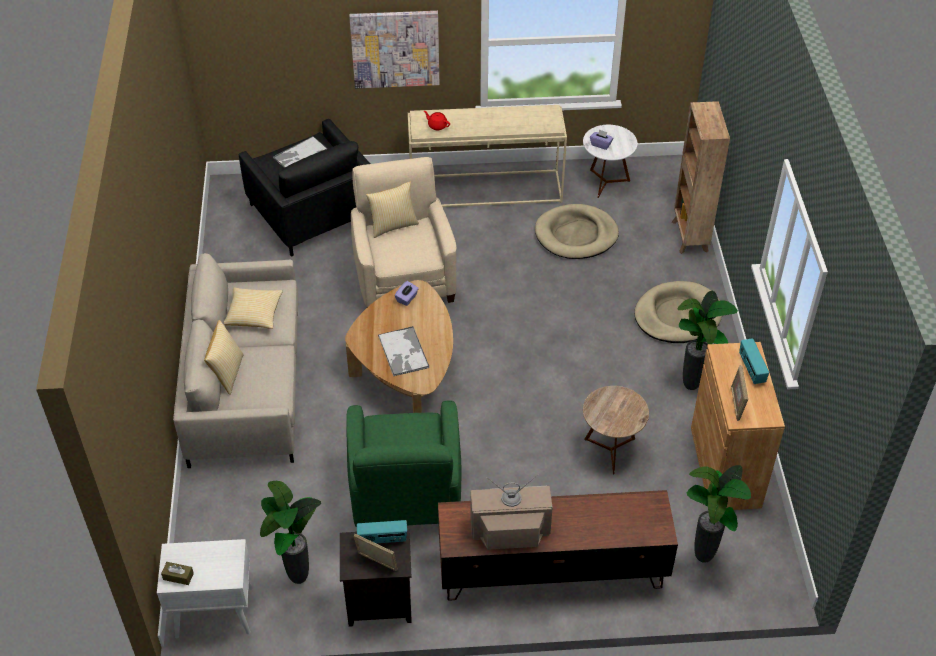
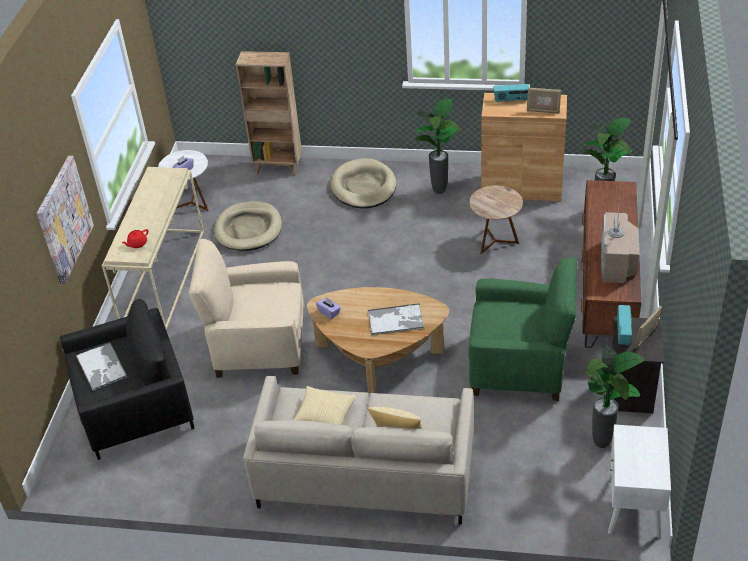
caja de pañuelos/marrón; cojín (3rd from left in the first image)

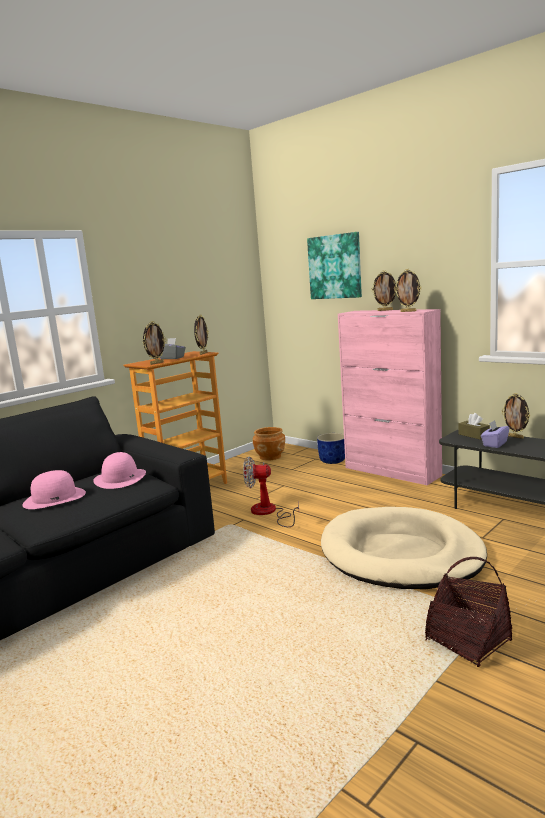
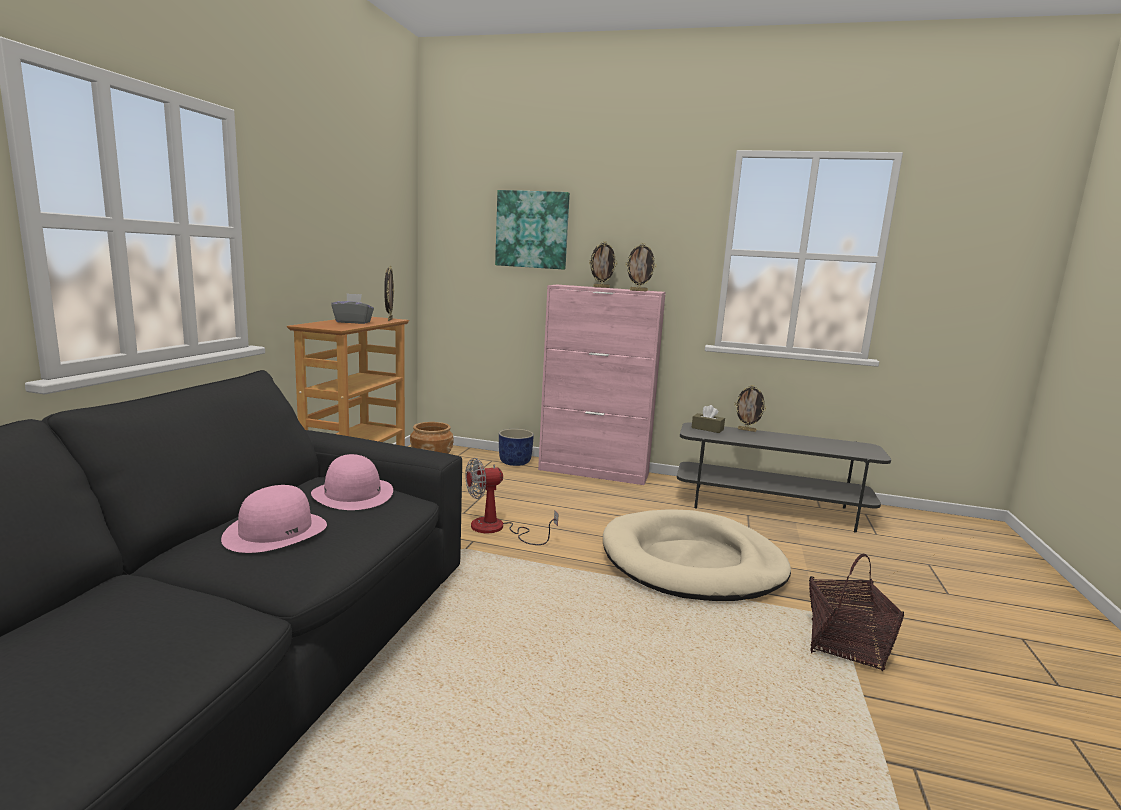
portarretratos (1st from left in the first image); caja de pañuelos/morado

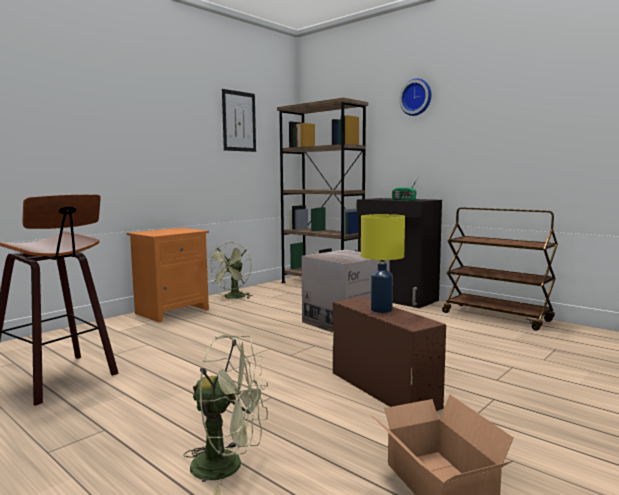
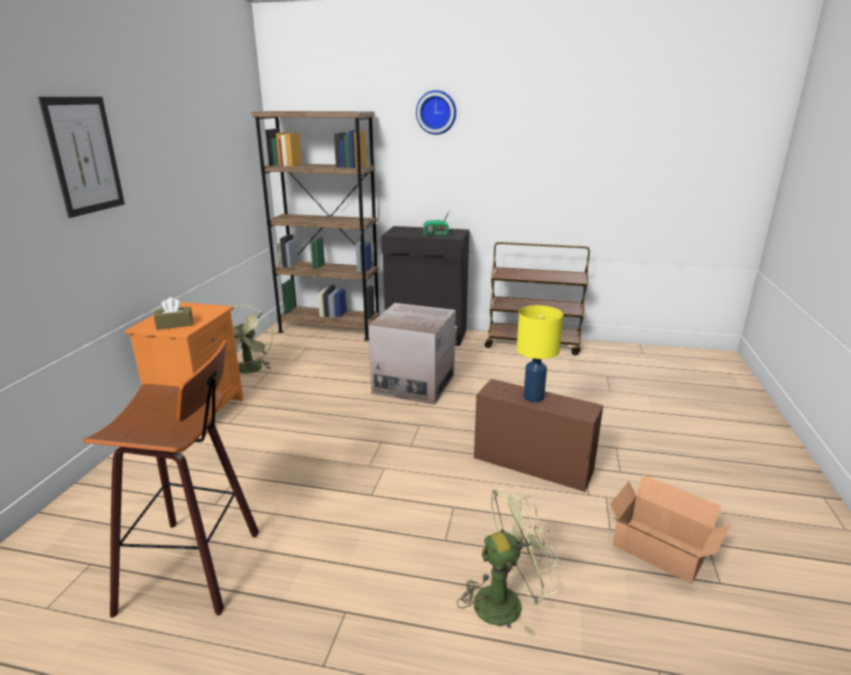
caja de pañuelos/marrón; cuadro

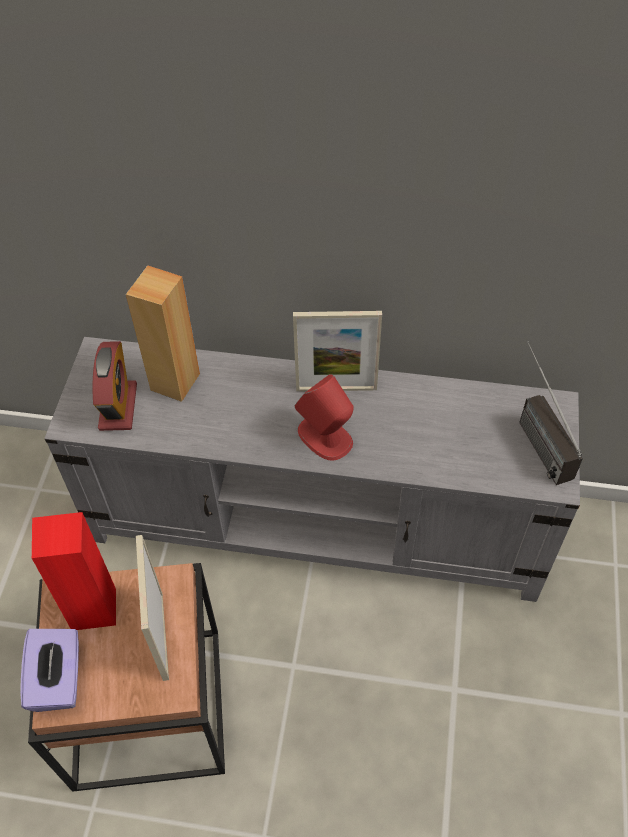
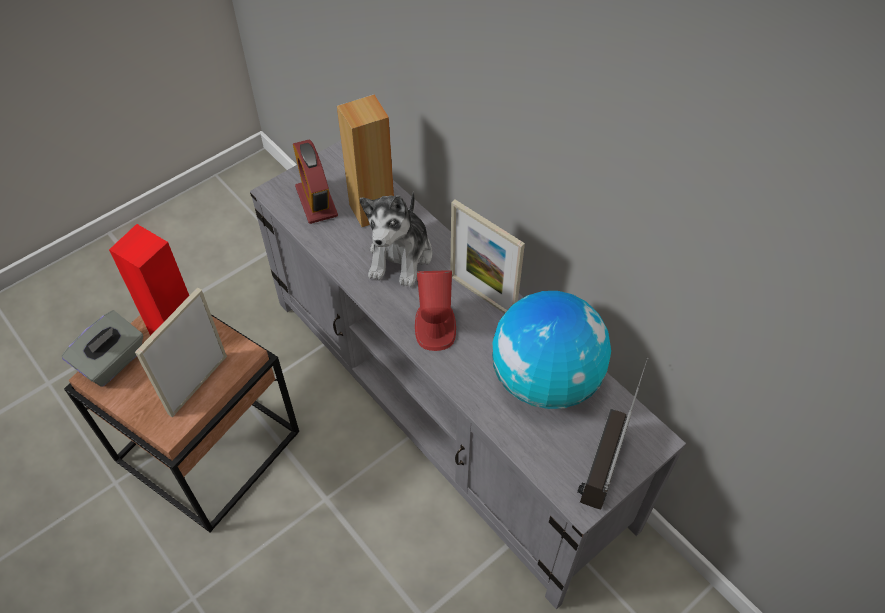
peluche; globo terráqueo; caja de pañuelos/gris; despertador

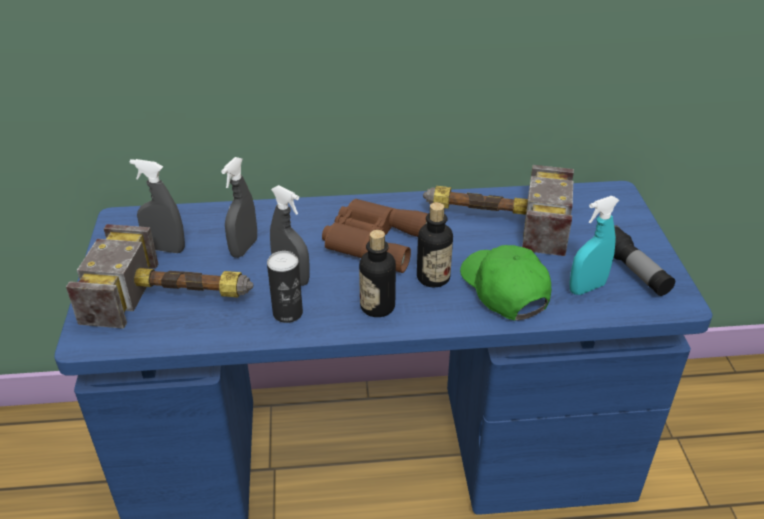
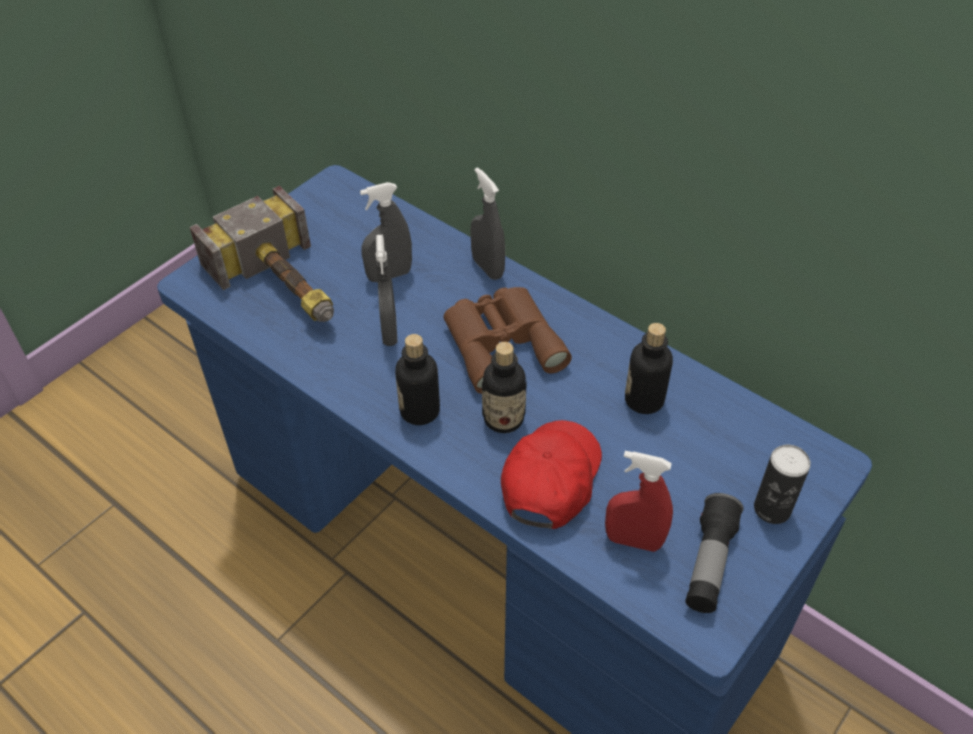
pulverizador/gris (3rd from left); lata; botella (3rd from left); gorra/rojo; pulverizador/rojo

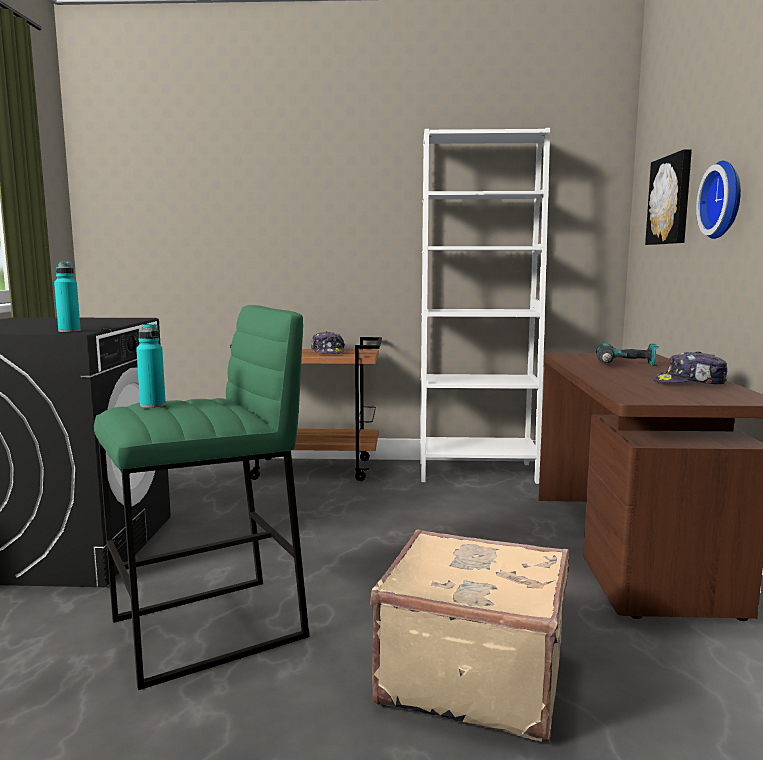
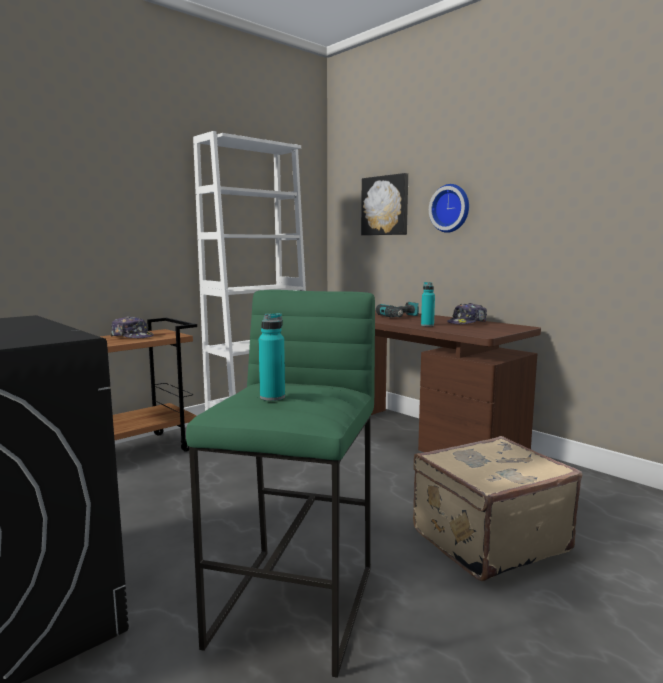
botella/turquesa (2nd from left)

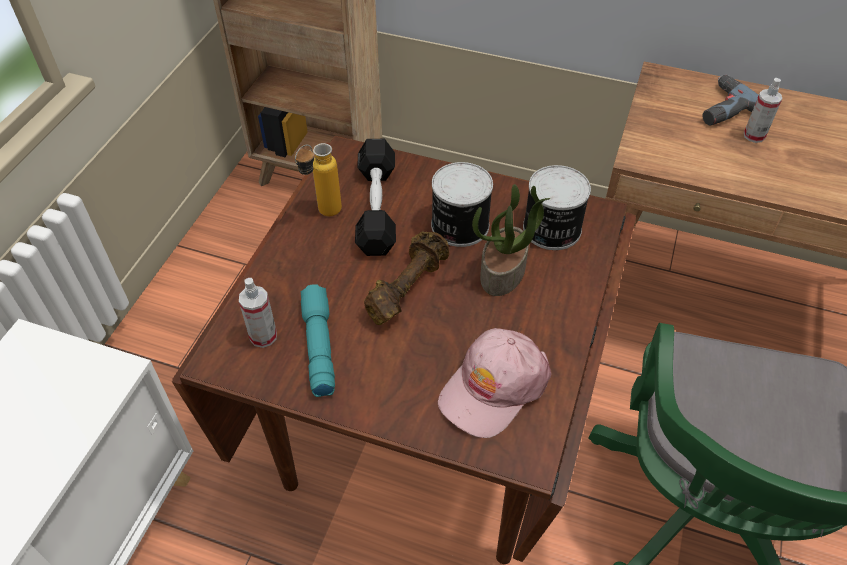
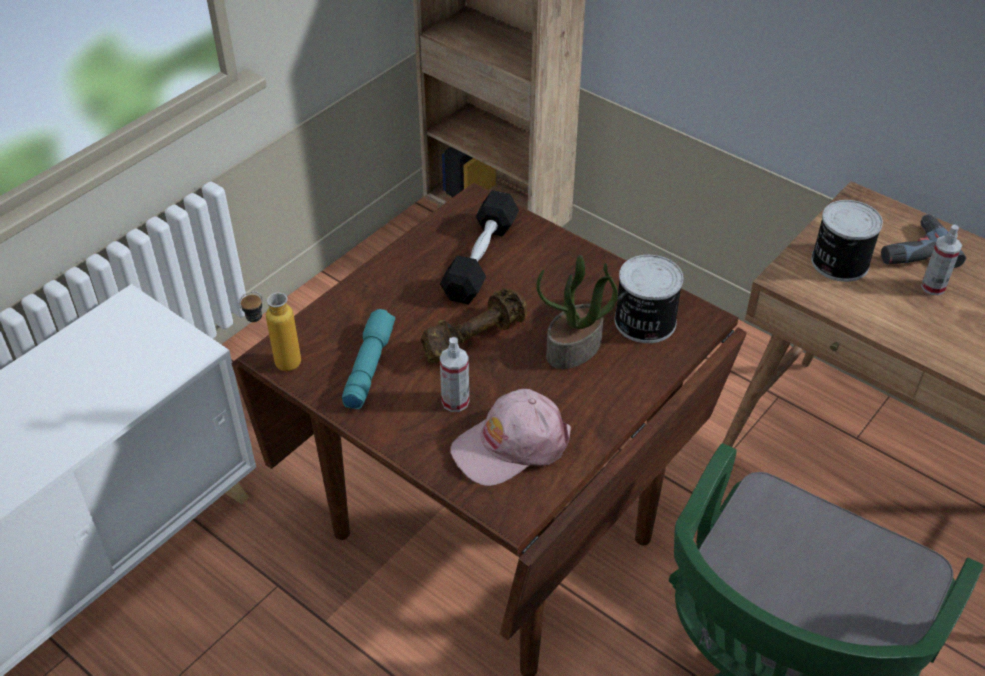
pulverizador (1st from left); botella; lata (2nd from left)

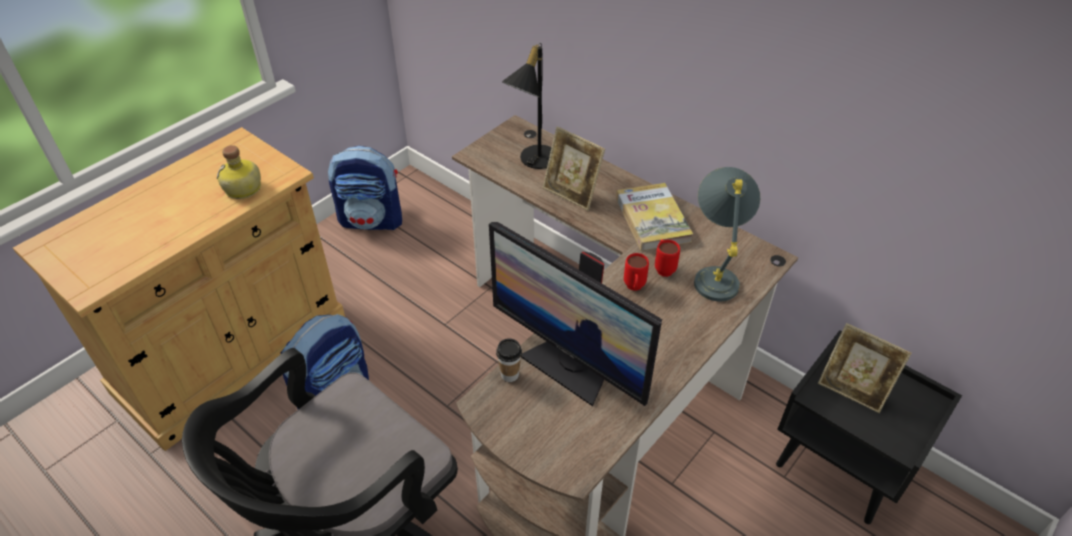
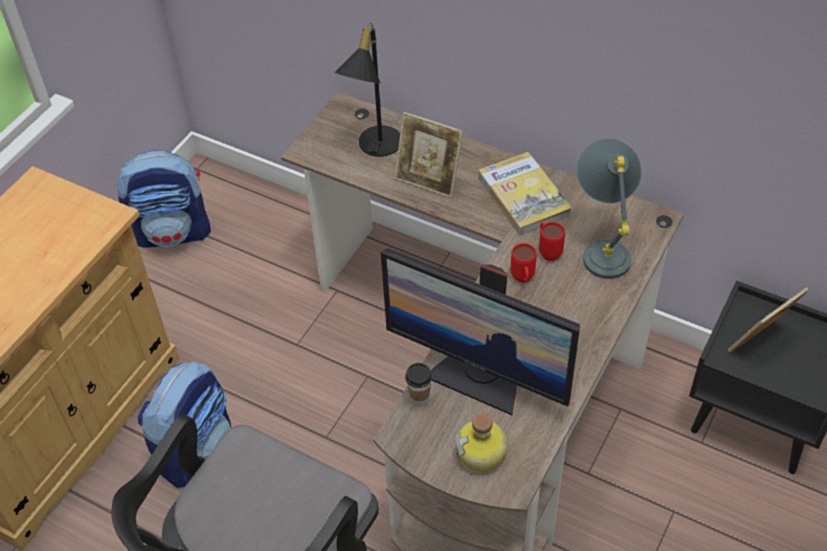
botella; portarretratos (2nd from left)

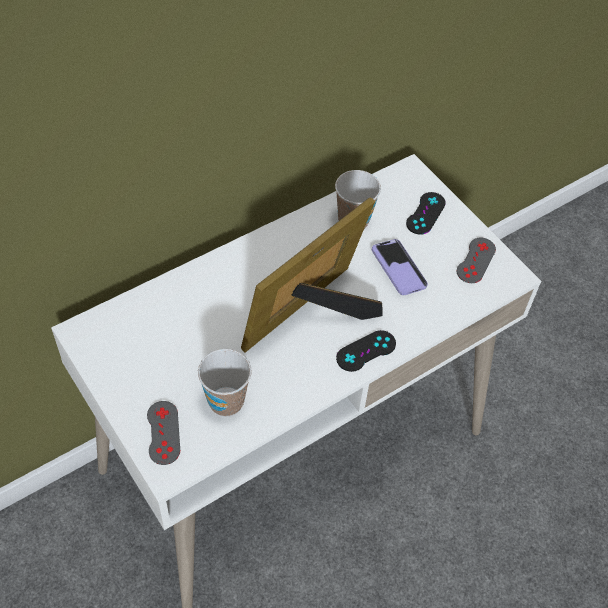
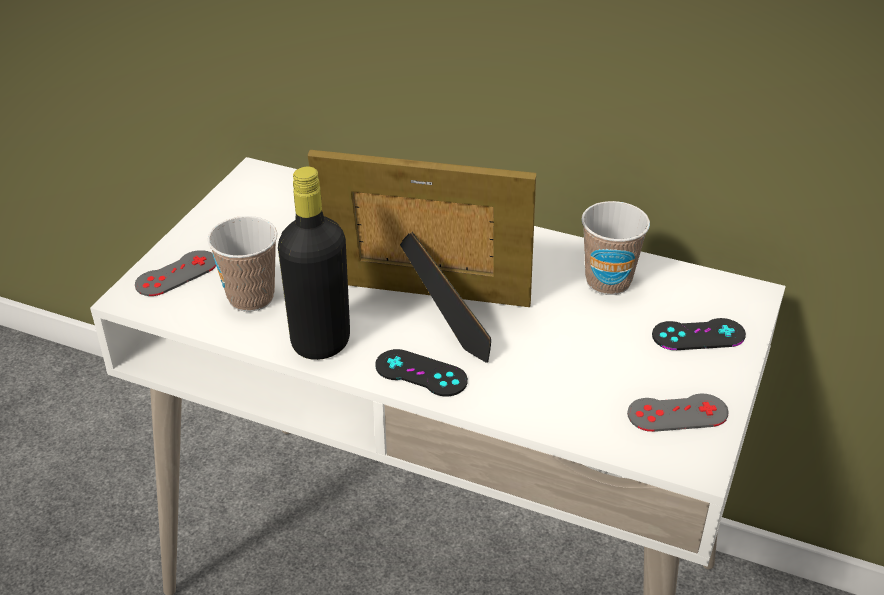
móvil; botella/negro

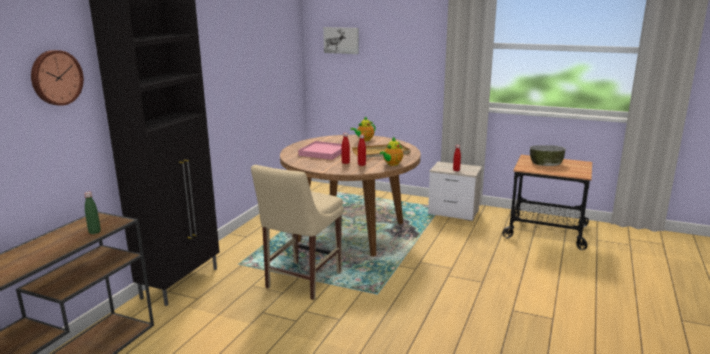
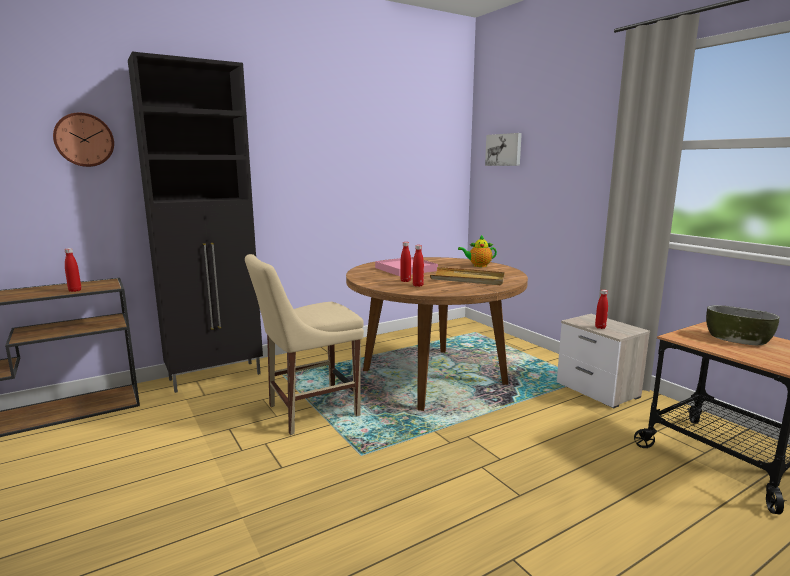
tetera (2nd from left in the first image); botella/rojo (1st from left)

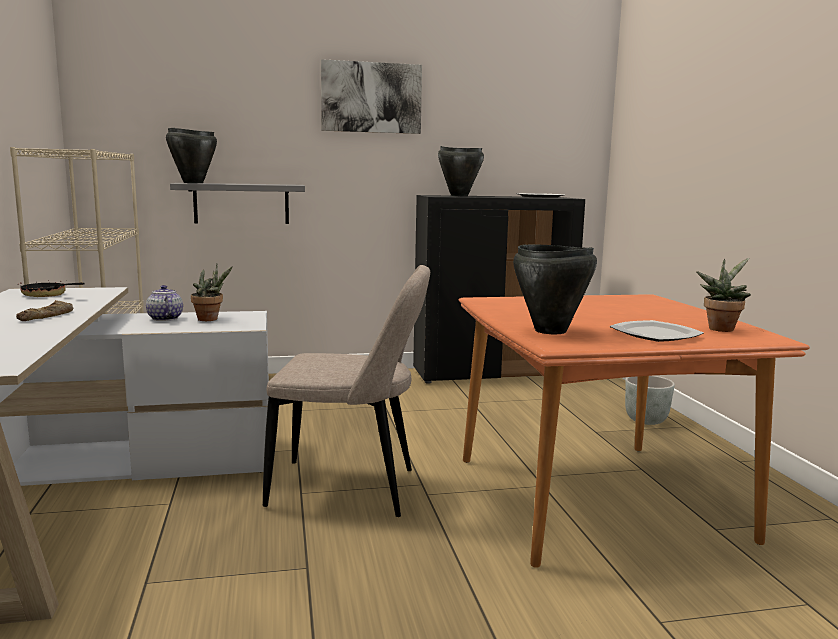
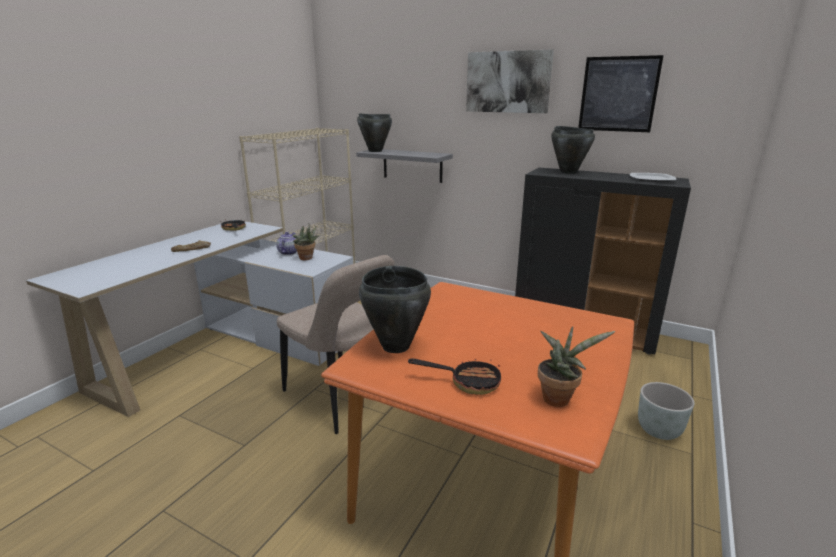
cuadro (2nd from left); sartén (2nd from left)

